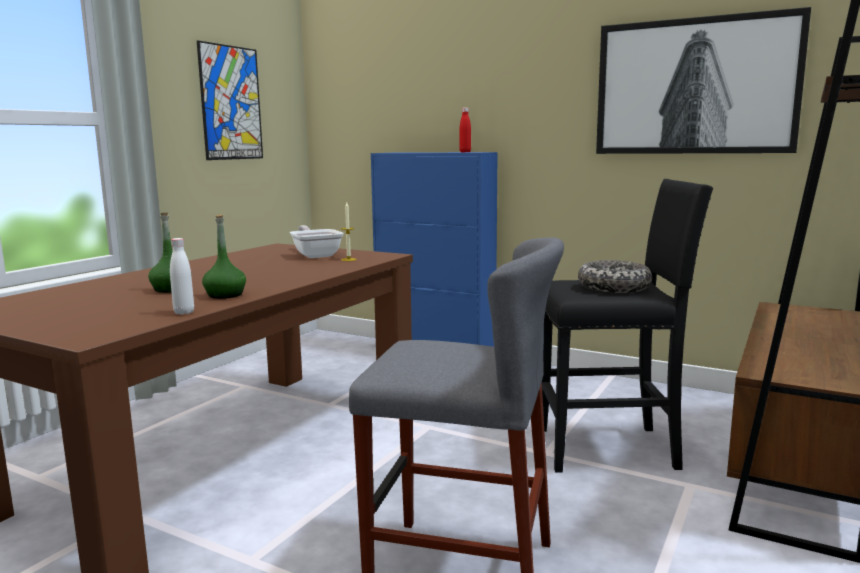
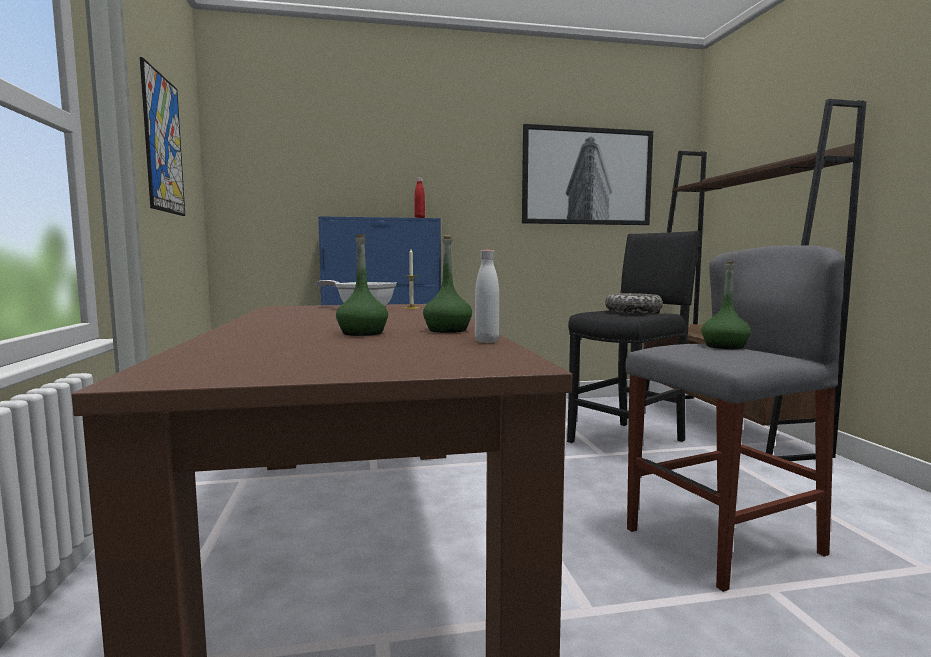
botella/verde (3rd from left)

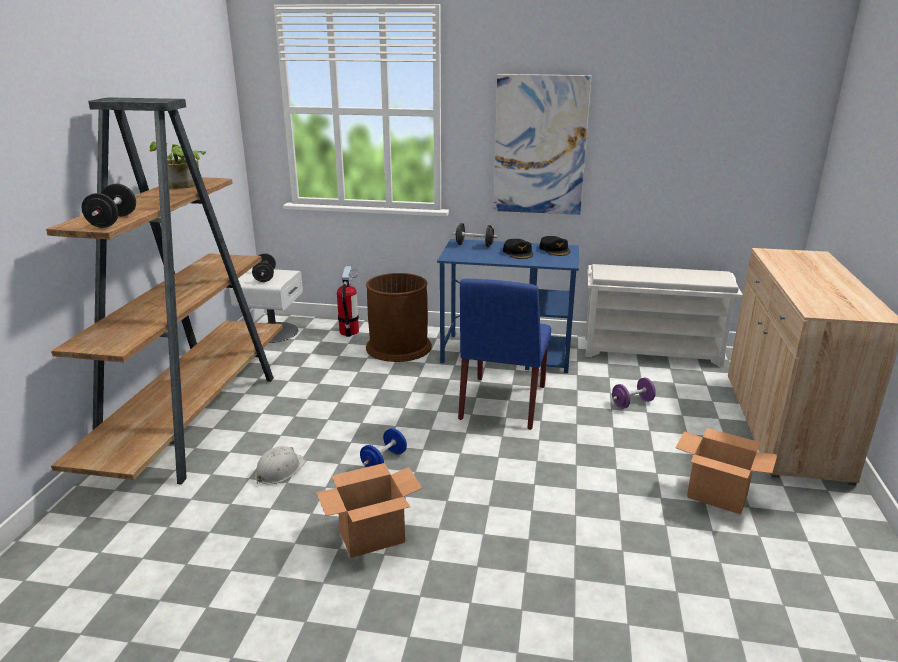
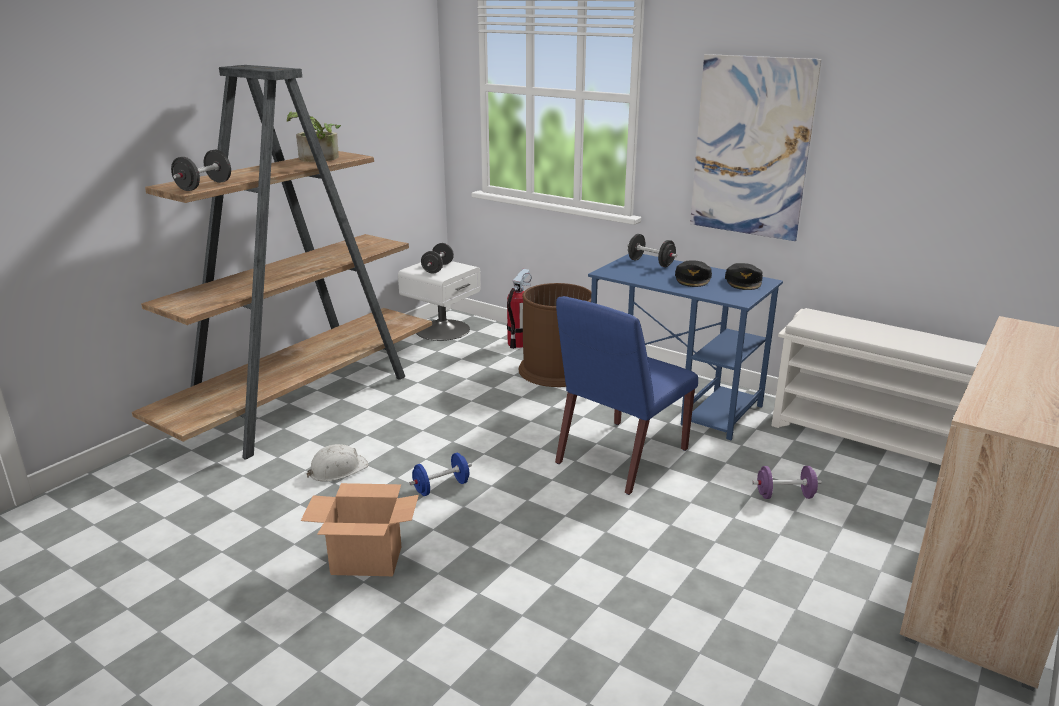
caja de cartón (2nd from left in the first image)

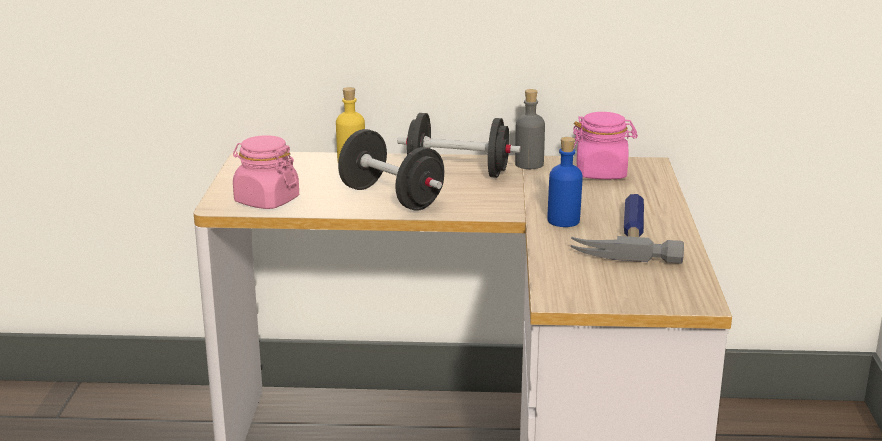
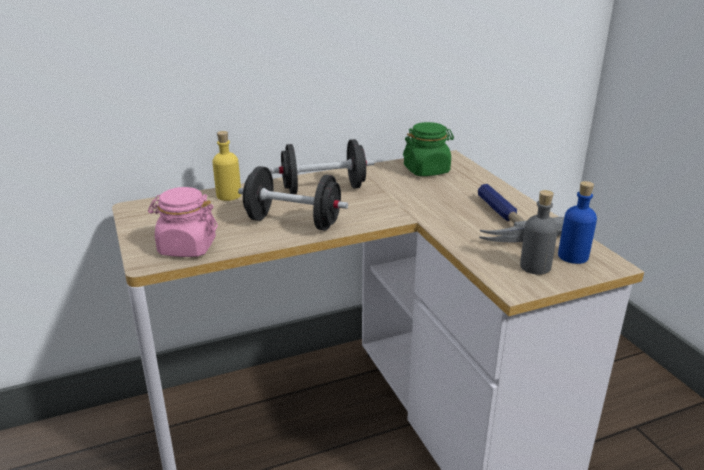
botella/gris; botella/azul; tarro/verde

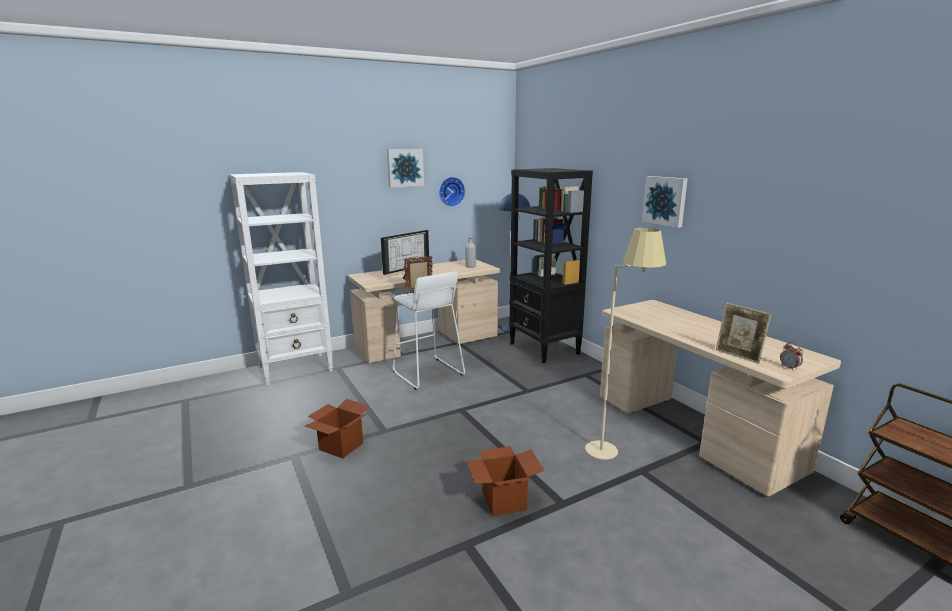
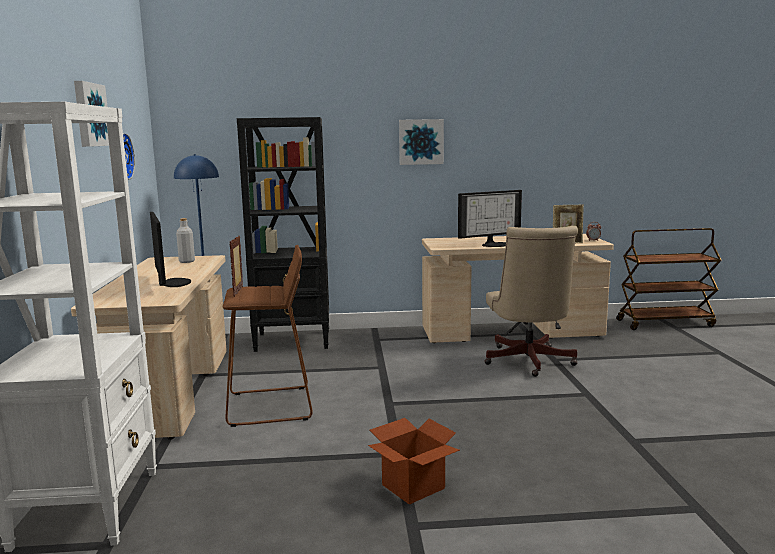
caja de cartón (2nd from left in the first image); monitor (2nd from left); silla de oficina/beis; taburete/marrón

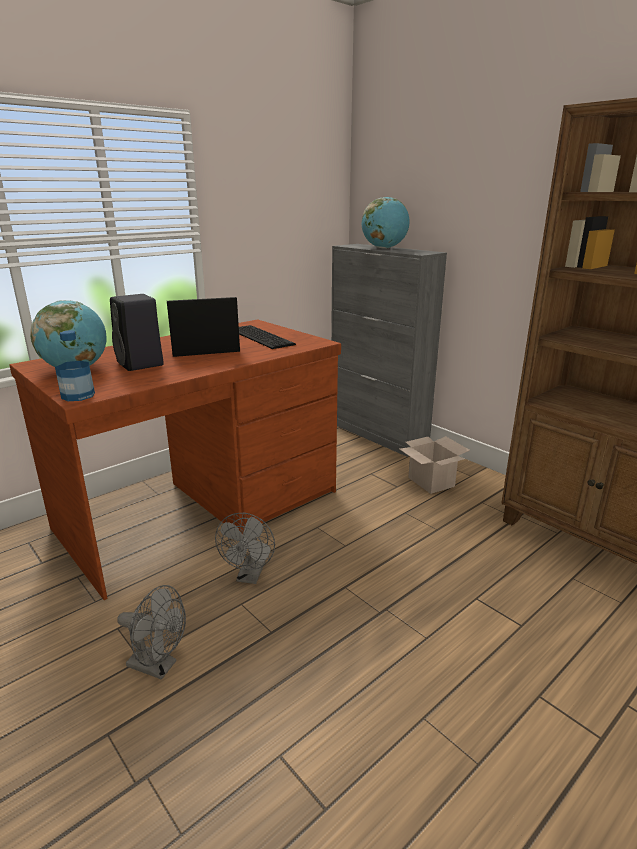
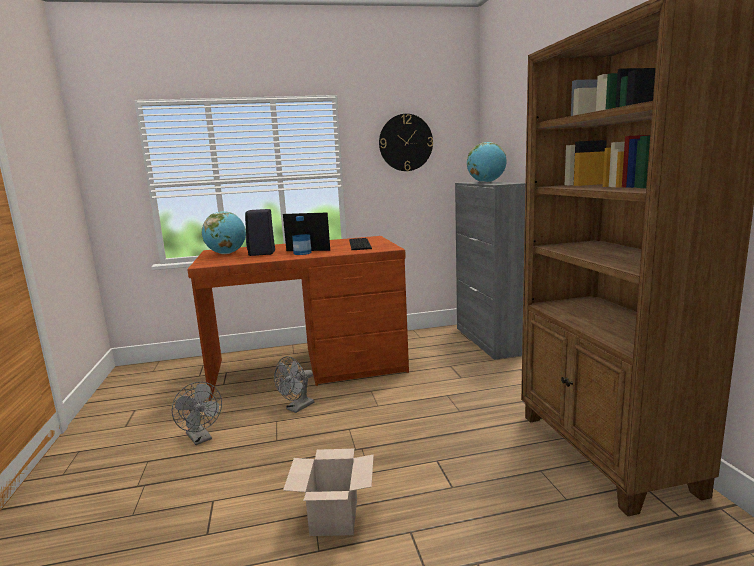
reloj de pared; botella; caja de cartón

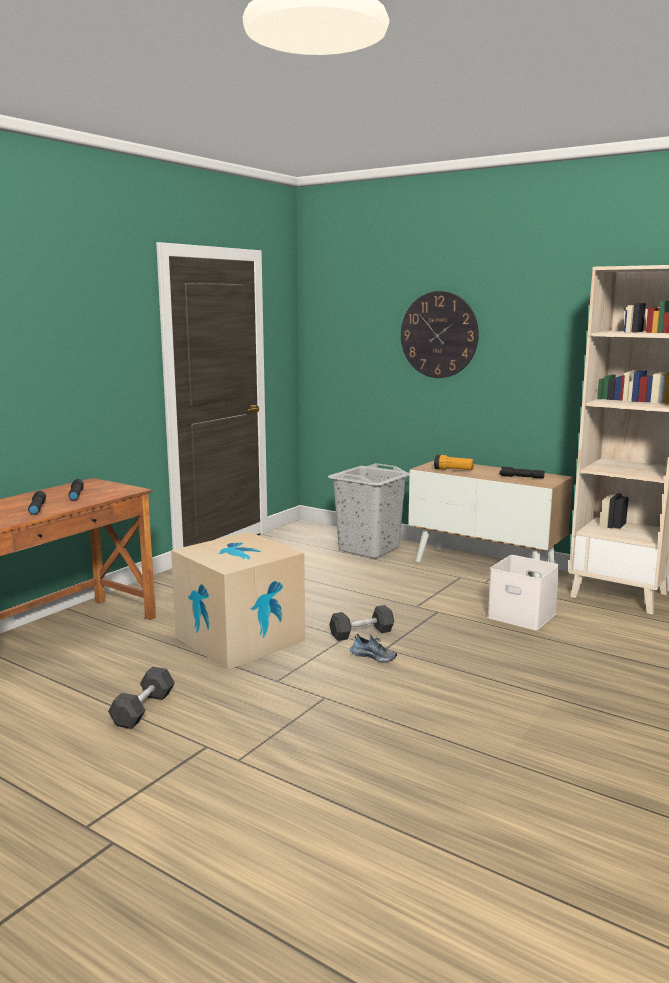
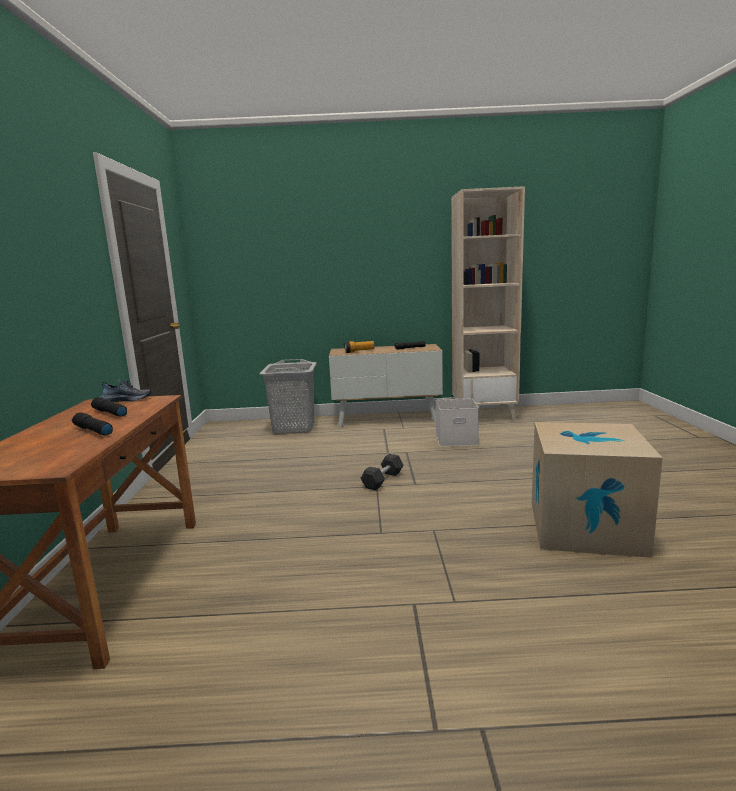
mancuerna/gris (1st from left in the first image); reloj de pared; caja de cartón; zapato

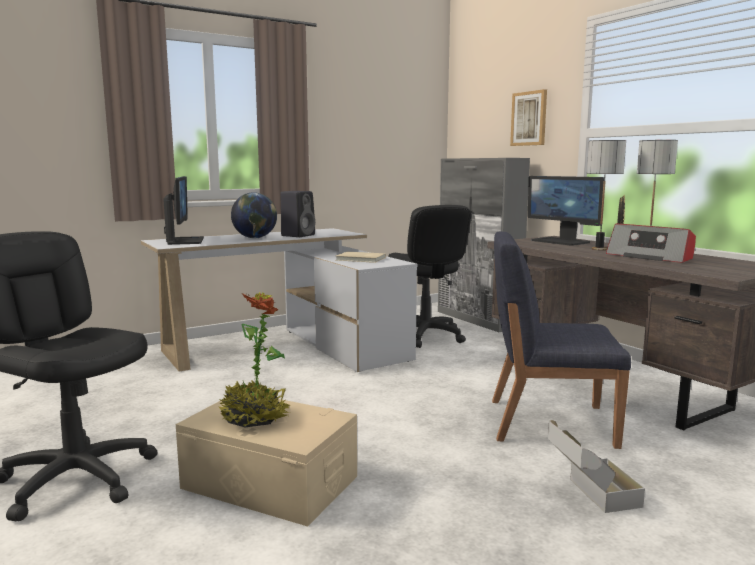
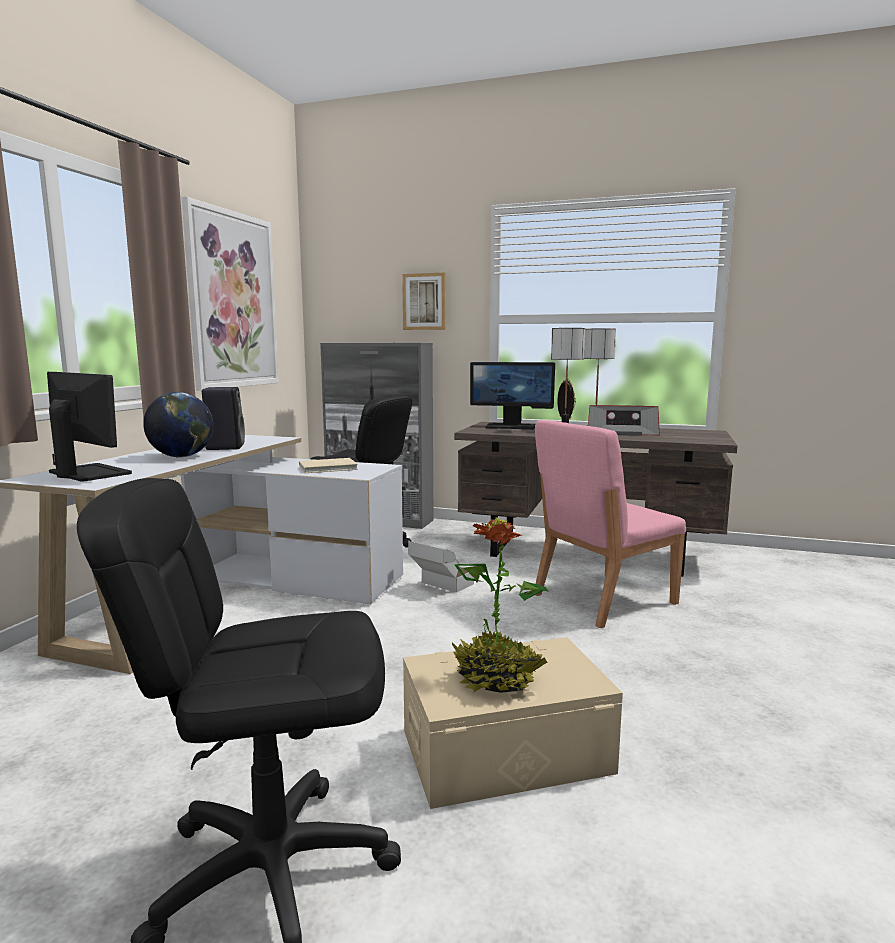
cuadro (1st from left); caja de cartón; silla/rosa

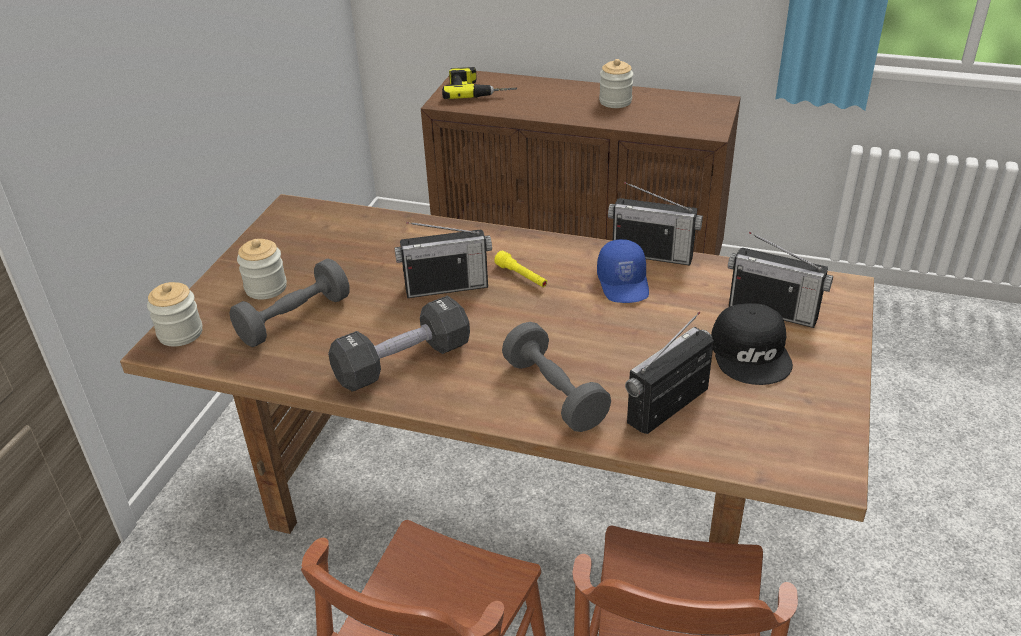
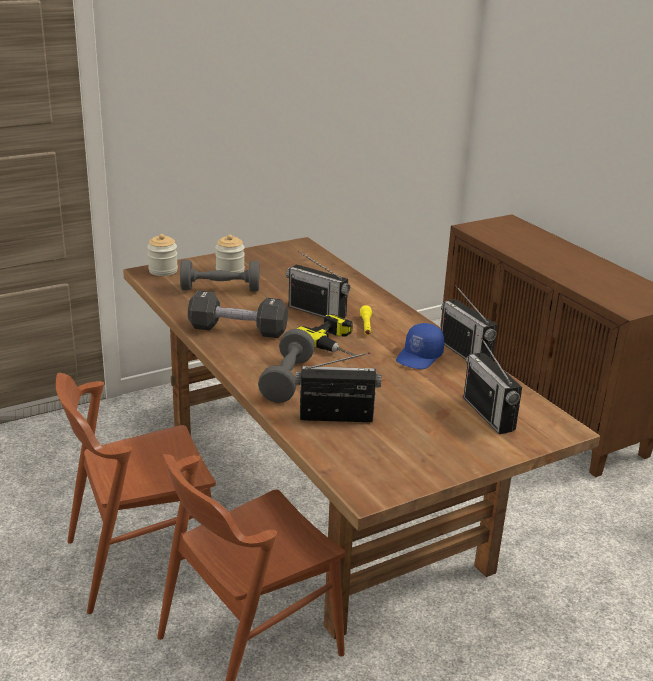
tarro (3rd from left in the first image); gorra/negro; taladro

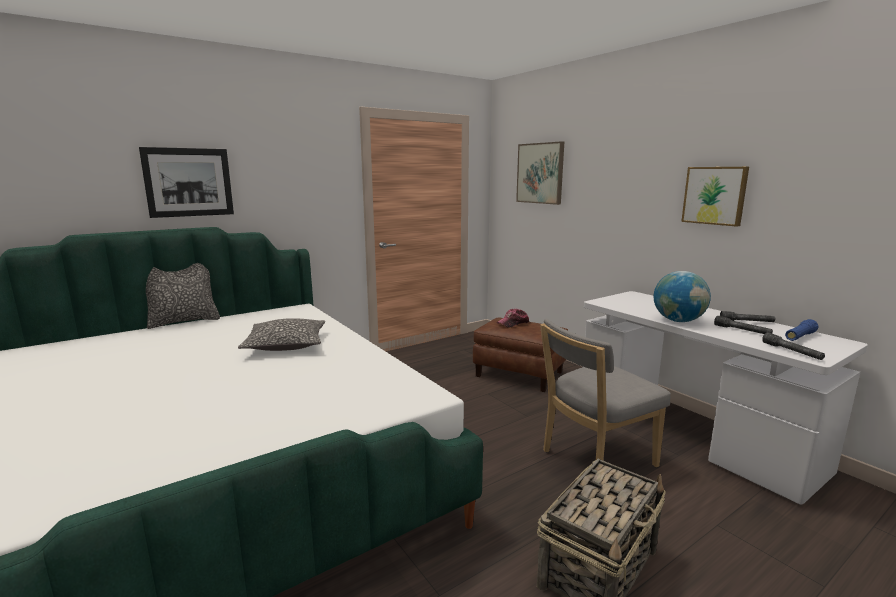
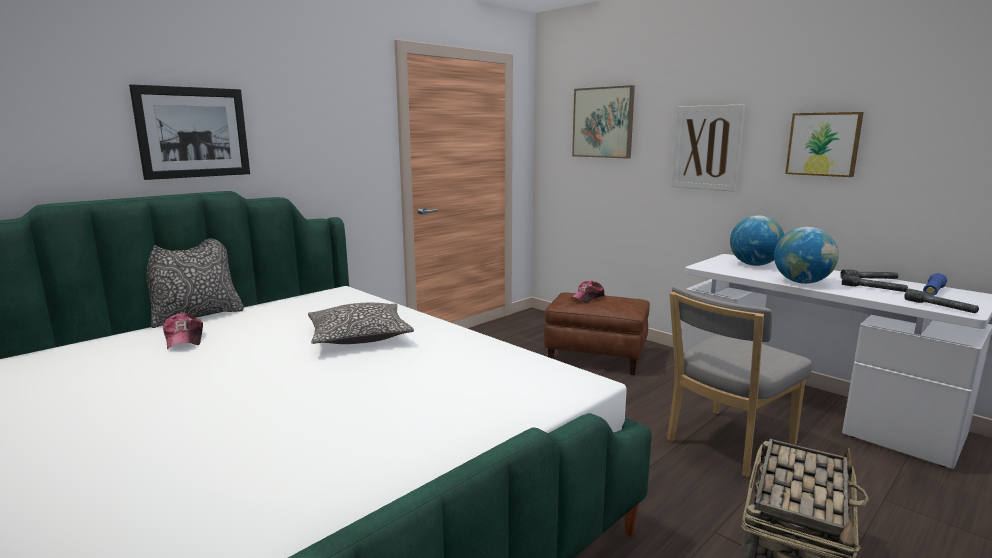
gorra (1st from left); cuadro (3rd from left); globo terráqueo (1st from left)

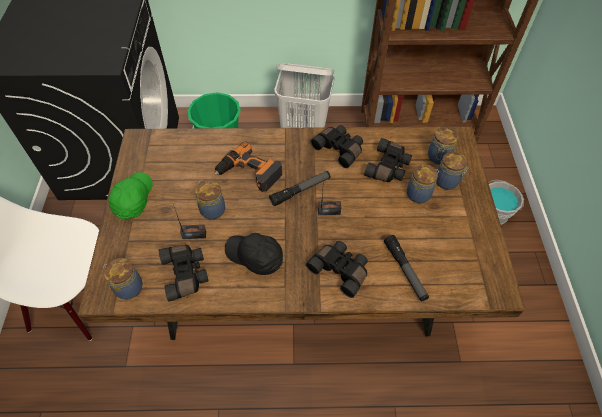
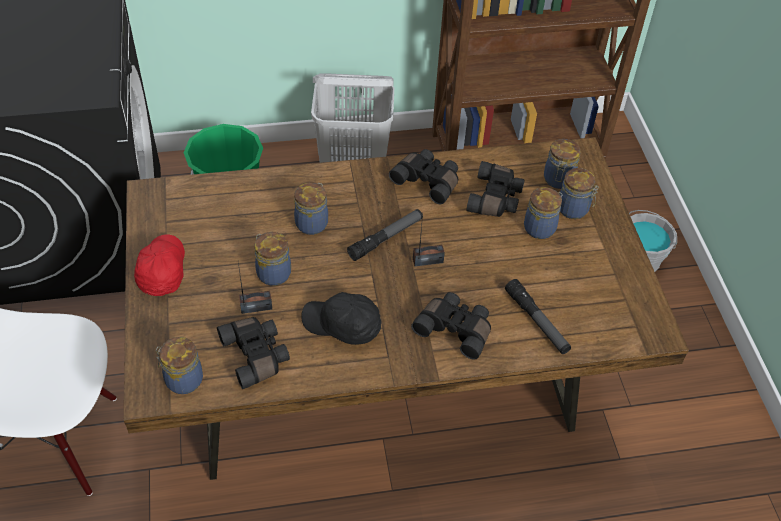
tarro (3rd from left); gorra/rojo

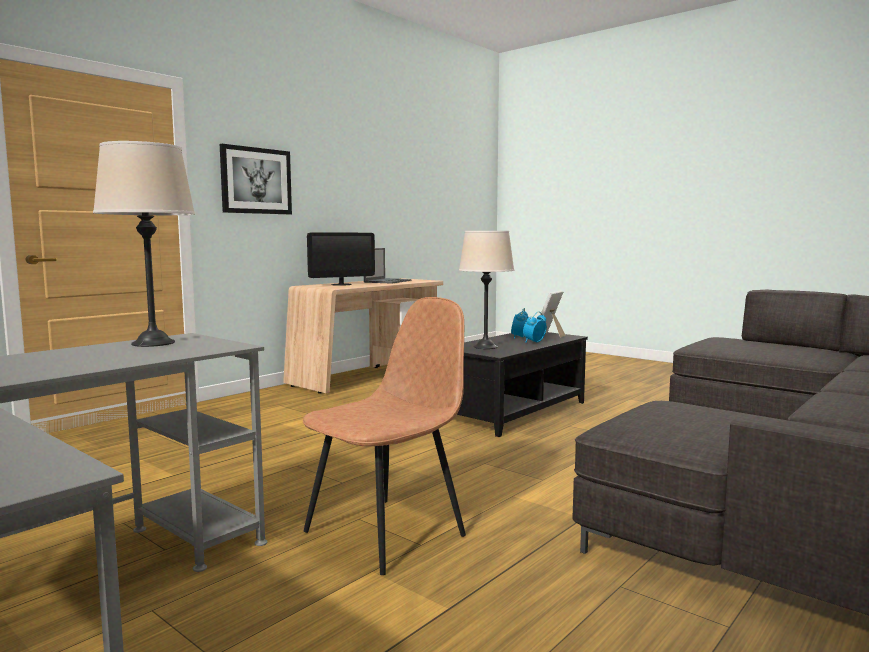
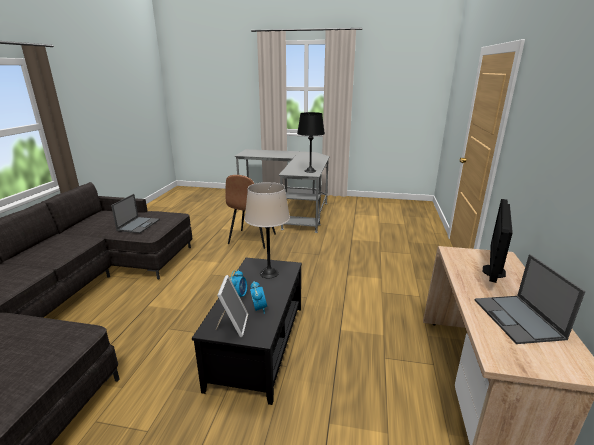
cuadro; portátil (1st from left); lámpara de mesa/negro

